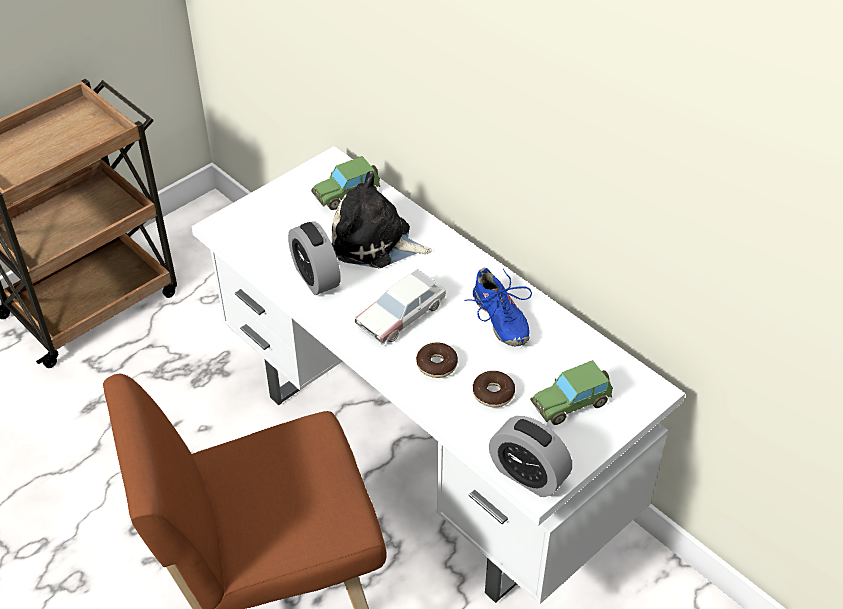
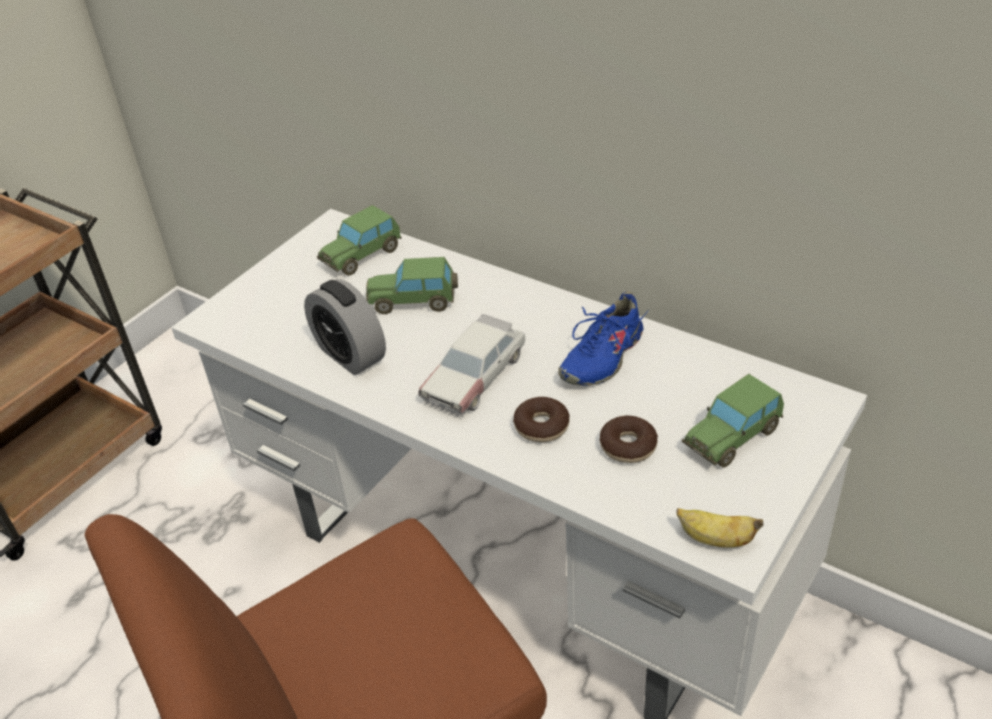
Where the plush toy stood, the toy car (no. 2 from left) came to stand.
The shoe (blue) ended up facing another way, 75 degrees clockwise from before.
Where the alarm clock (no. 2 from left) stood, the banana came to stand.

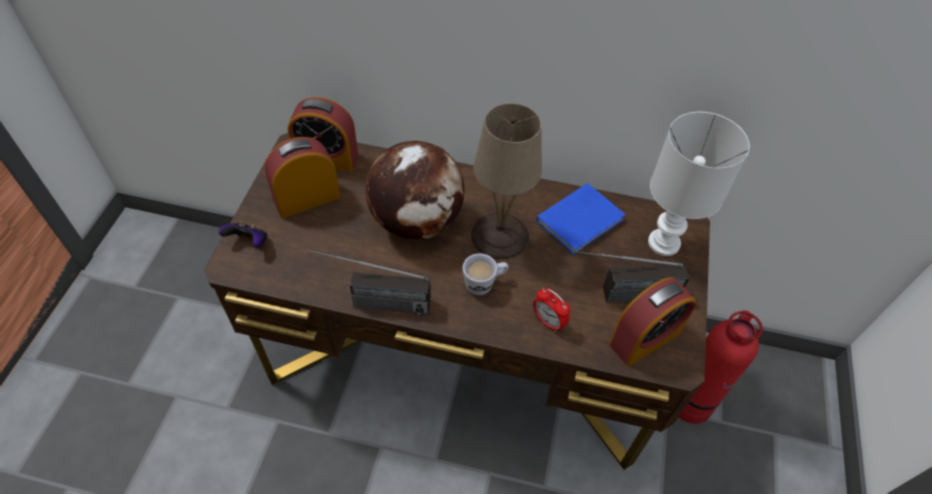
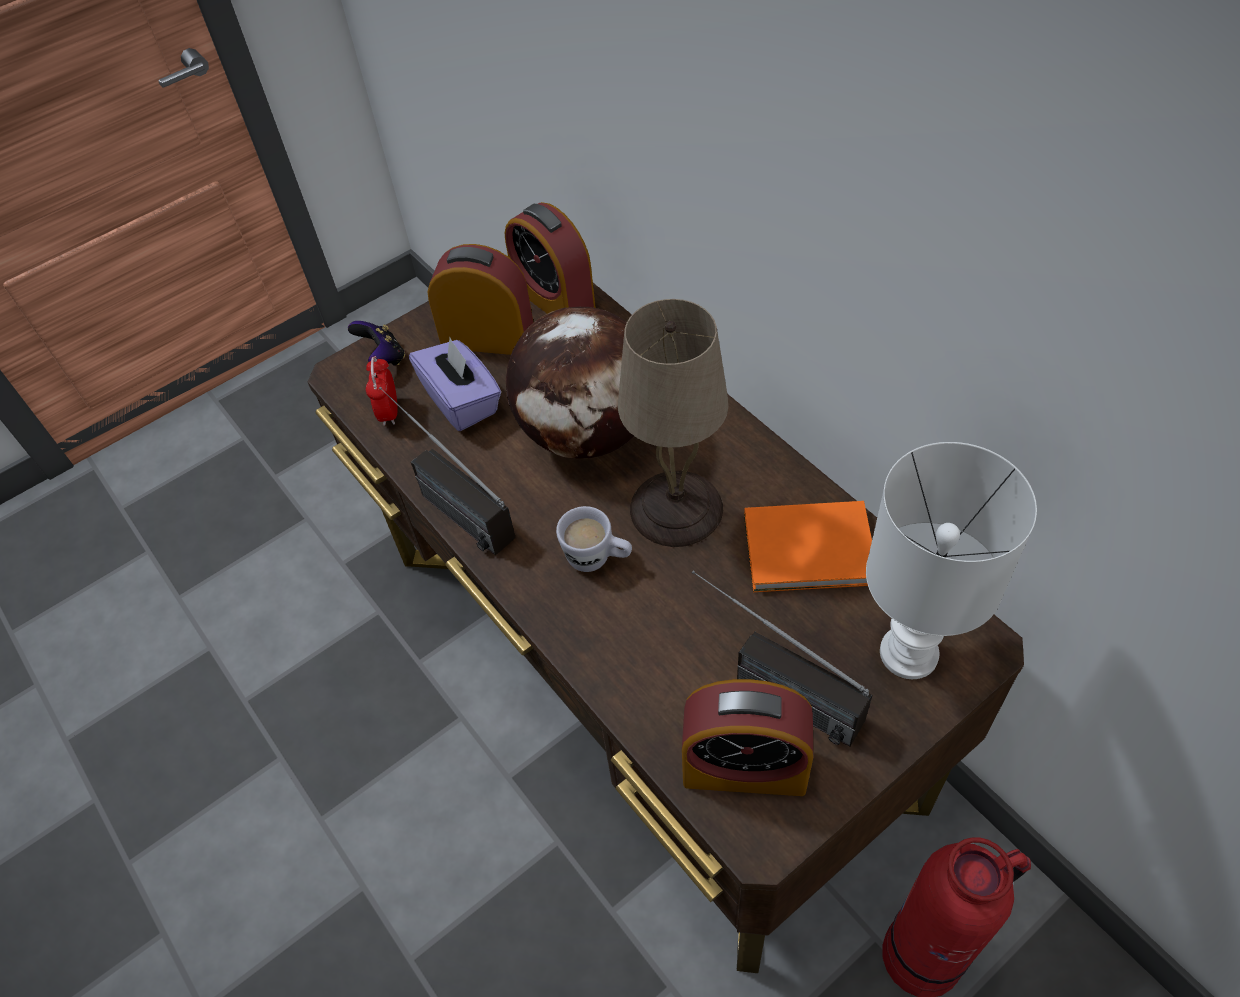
The alarm clock (no. 3 from left in the first image) ended up elsewhere.
The second view gained the tissue box (purple).
What was the book (blue) turned into the book (orange).

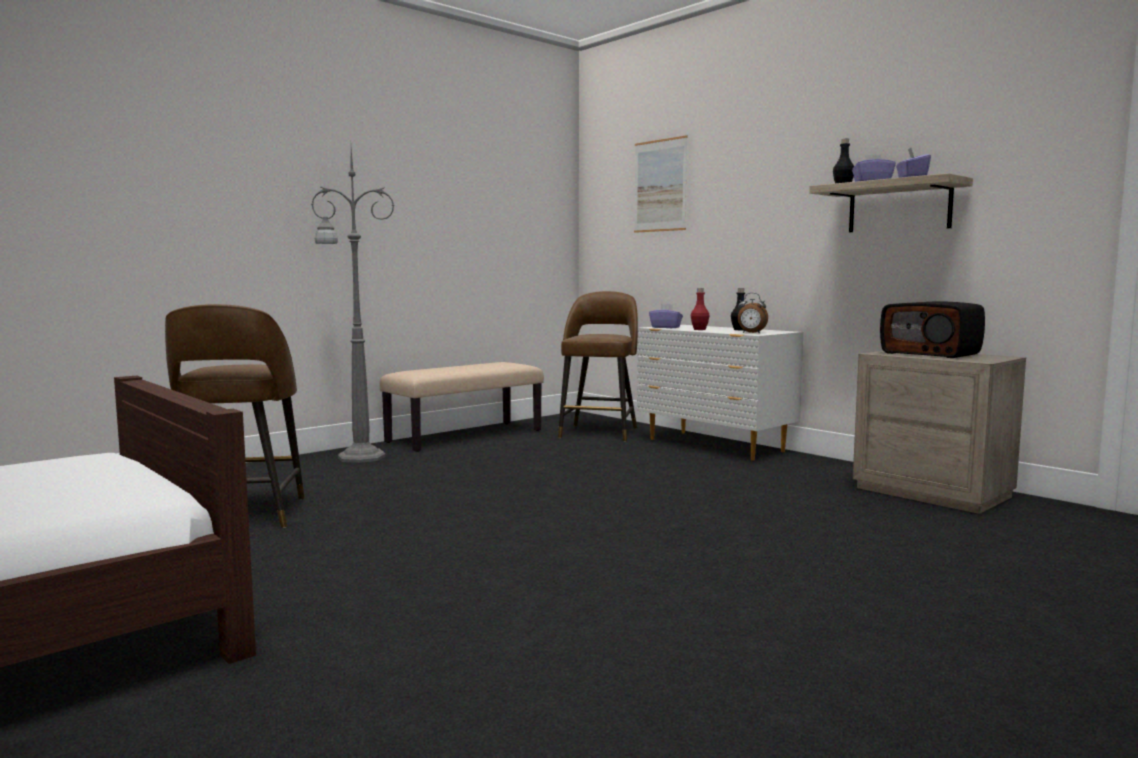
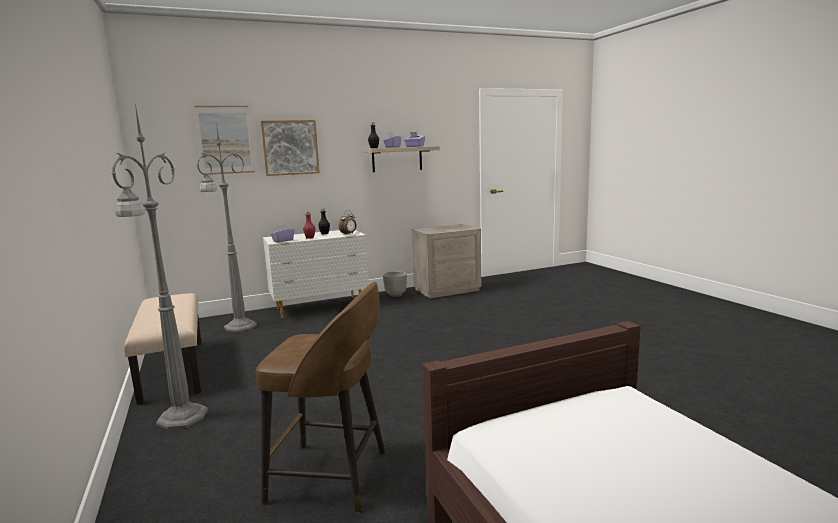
Where the stool (brown) (no. 2 from left) stood, the floor lamp (grey) (no. 2 from left) came to stand.
The second view gained the picture (no. 2 from left).
The second view gained the planter.
The second view lost the radio.

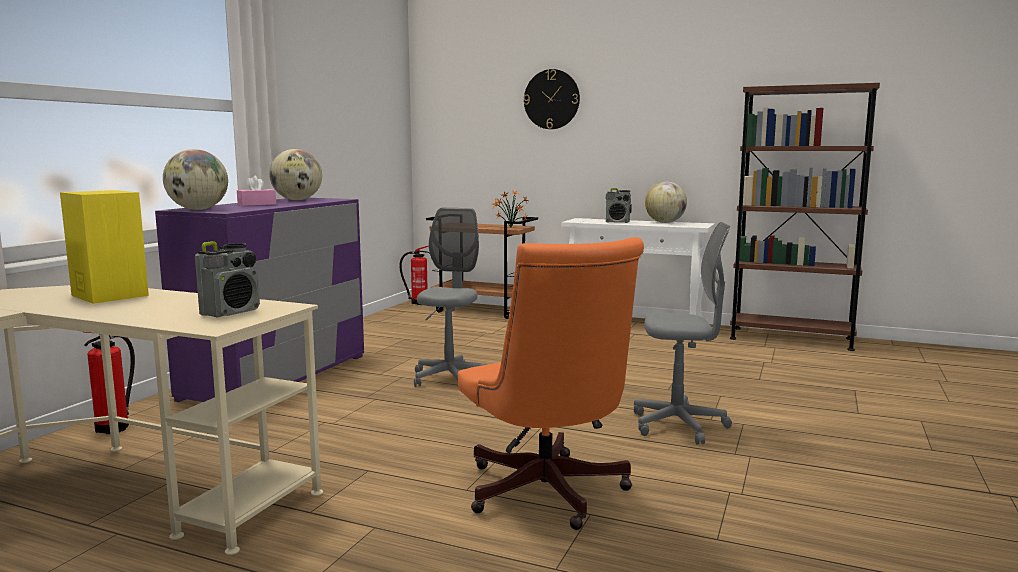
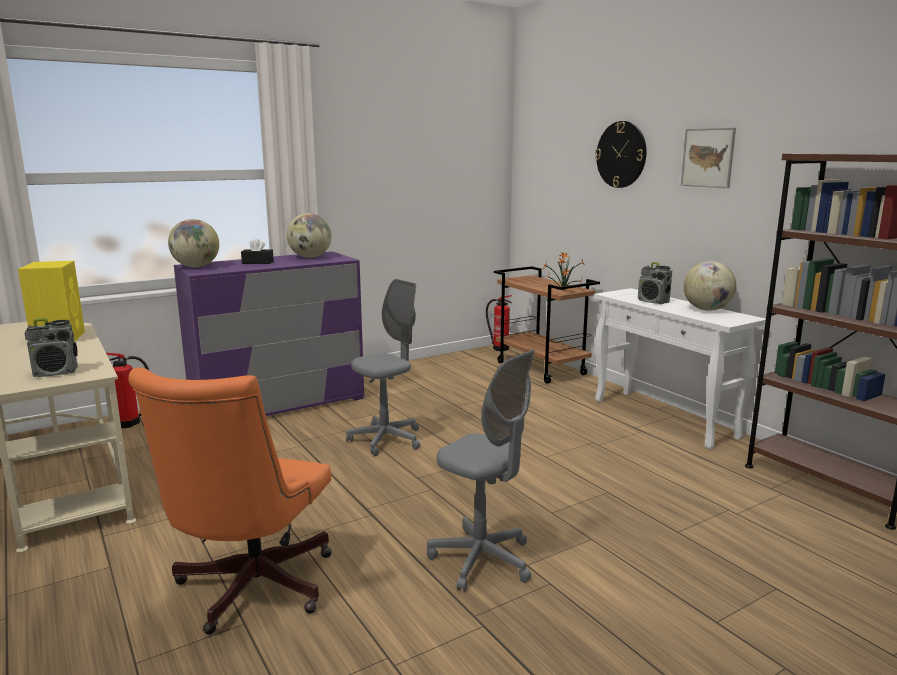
What was the tissue box (pink) turned into the tissue box (black).
The second view gained the picture.

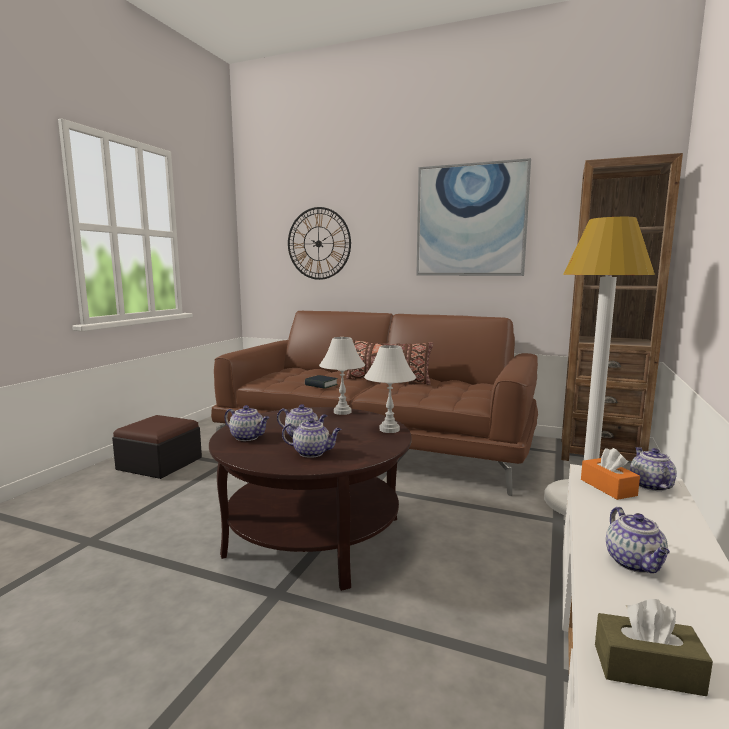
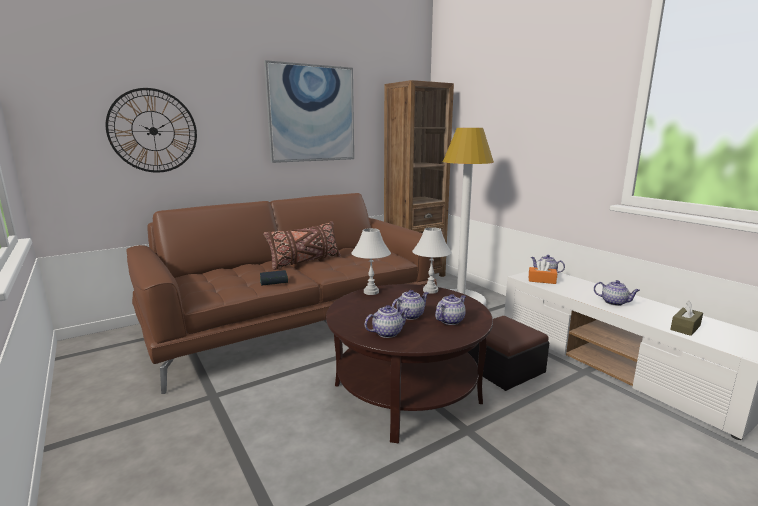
The ottoman ended up elsewhere.

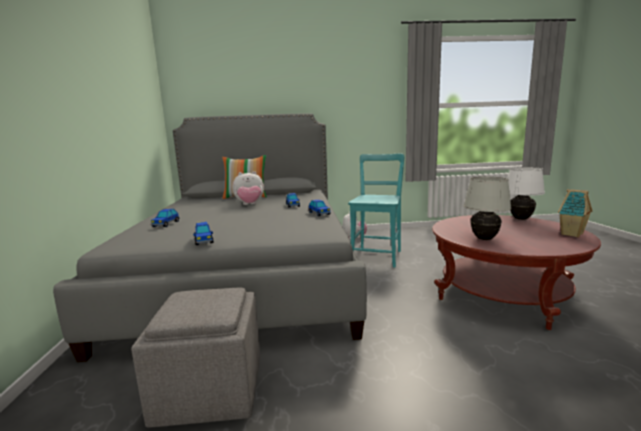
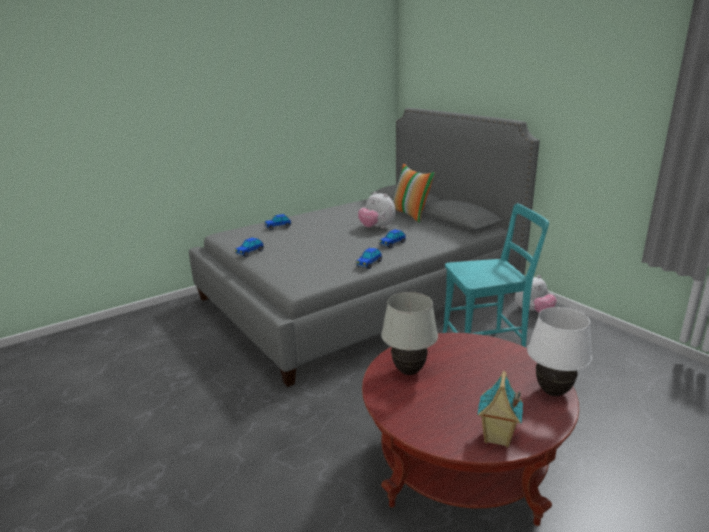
The second view lost the ottoman (grey).

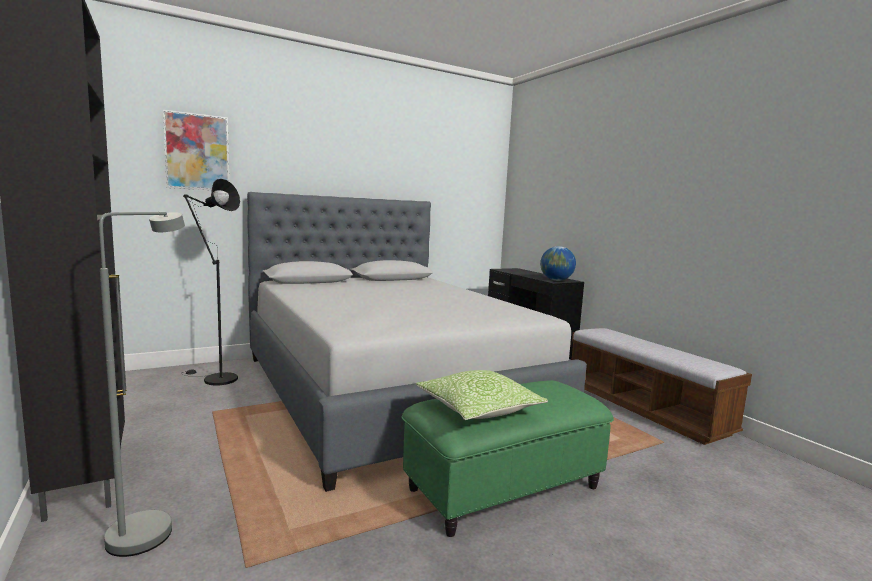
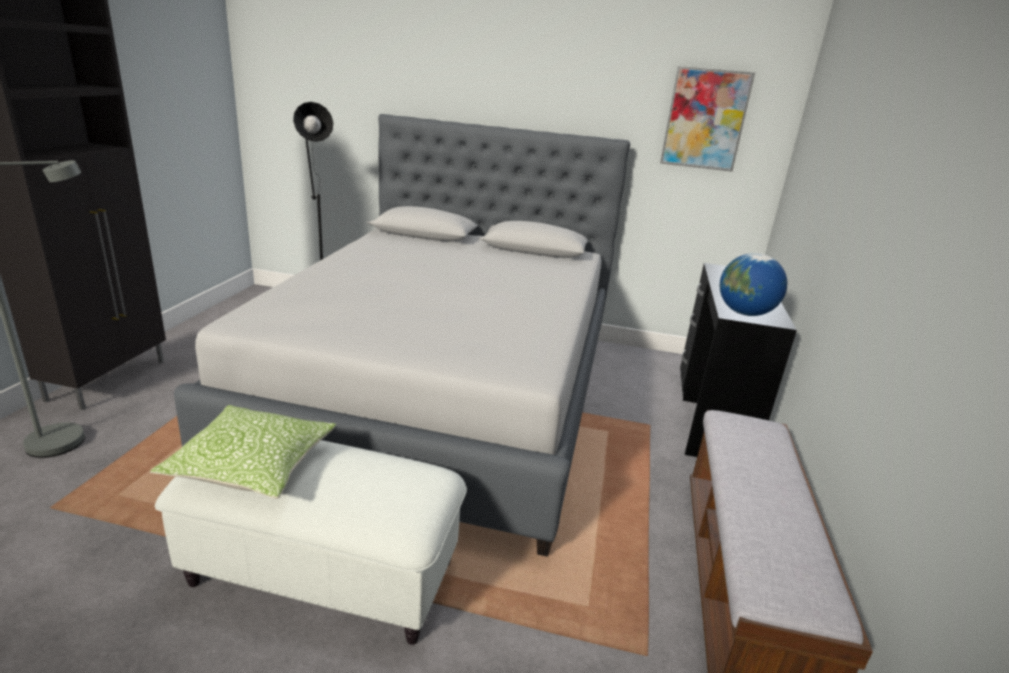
What was the ottoman (green) turned into the ottoman (white).
The picture ended up elsewhere.

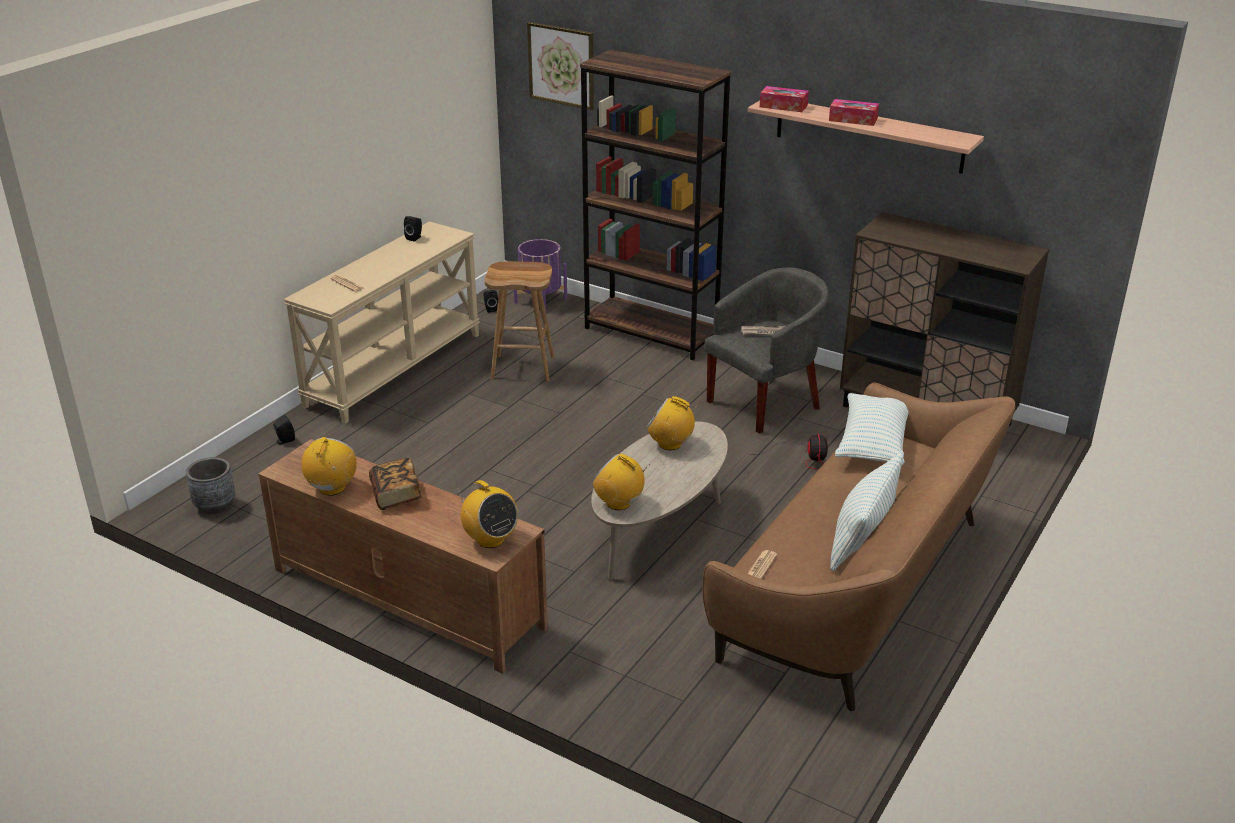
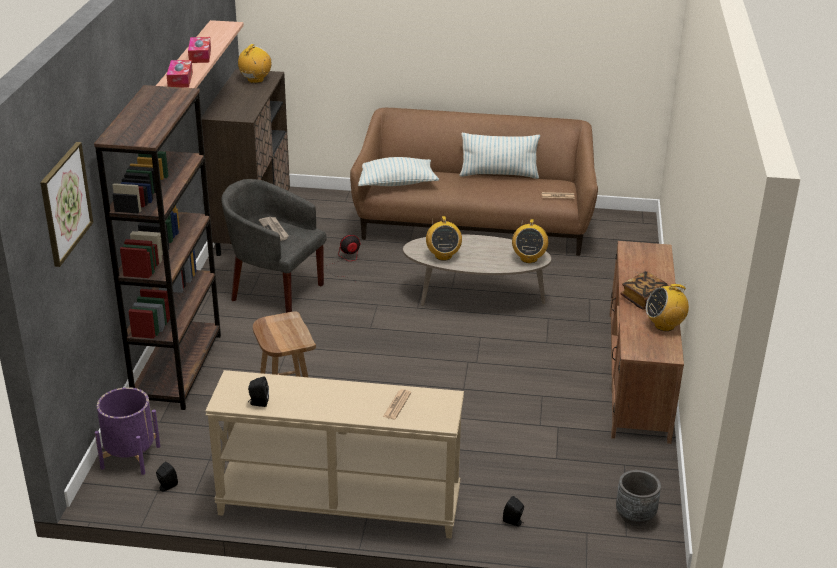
The radio (no. 2 from left in the first image) ended up elsewhere.

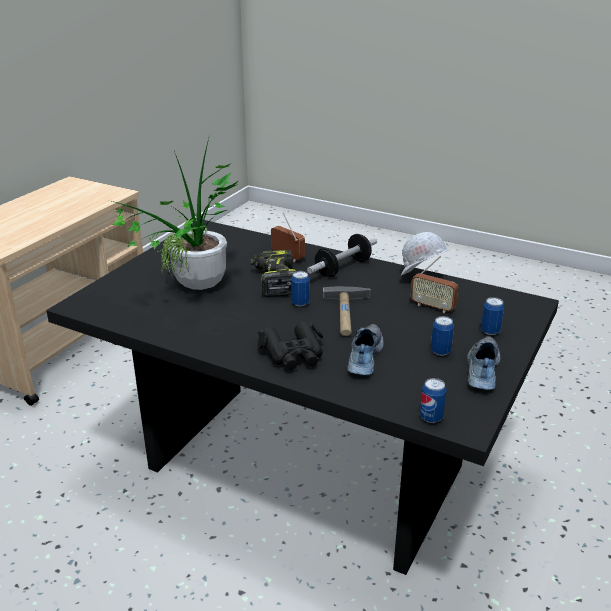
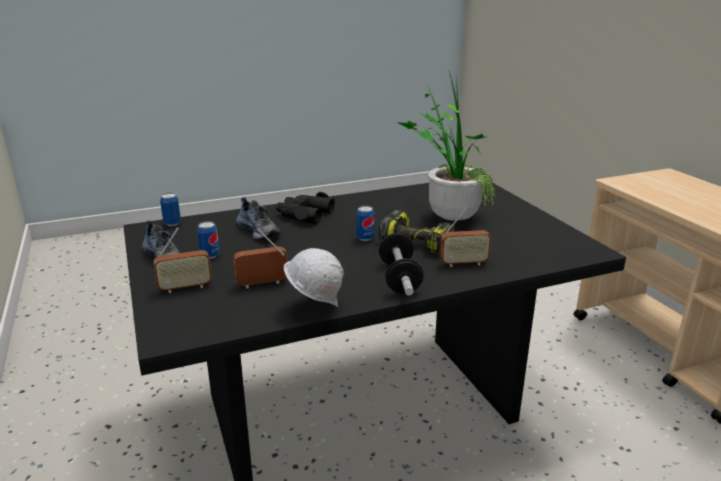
Where the can (no. 4 from left) stood, the radio (no. 1 from left) came to stand.
The second view lost the hammer.

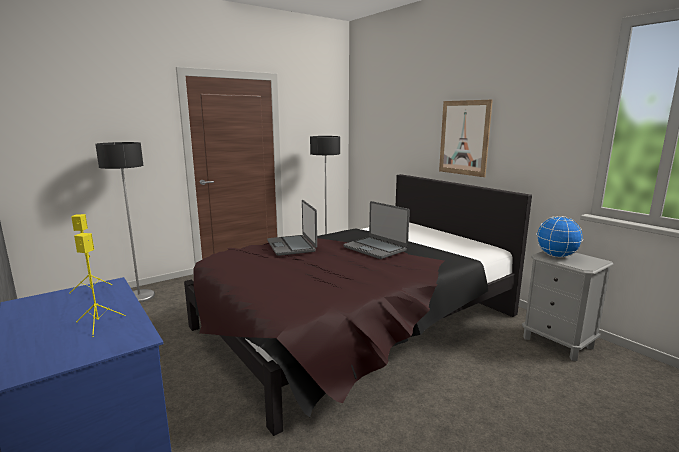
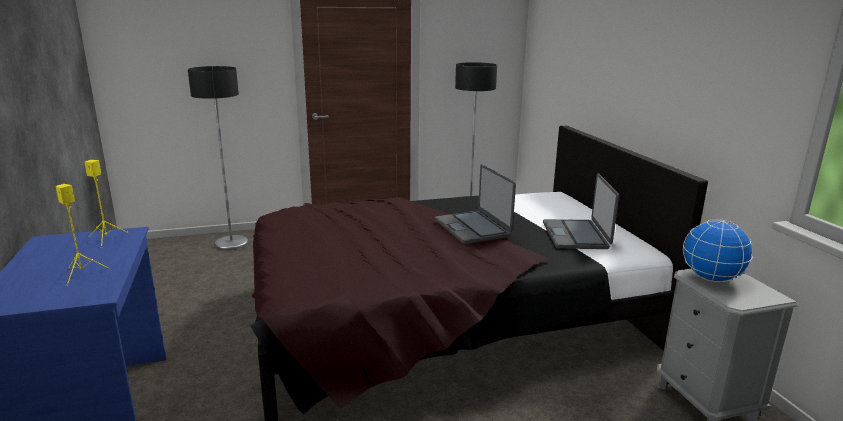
The laptop (no. 1 from left in the first image) ended up elsewhere.
The second view lost the picture.

